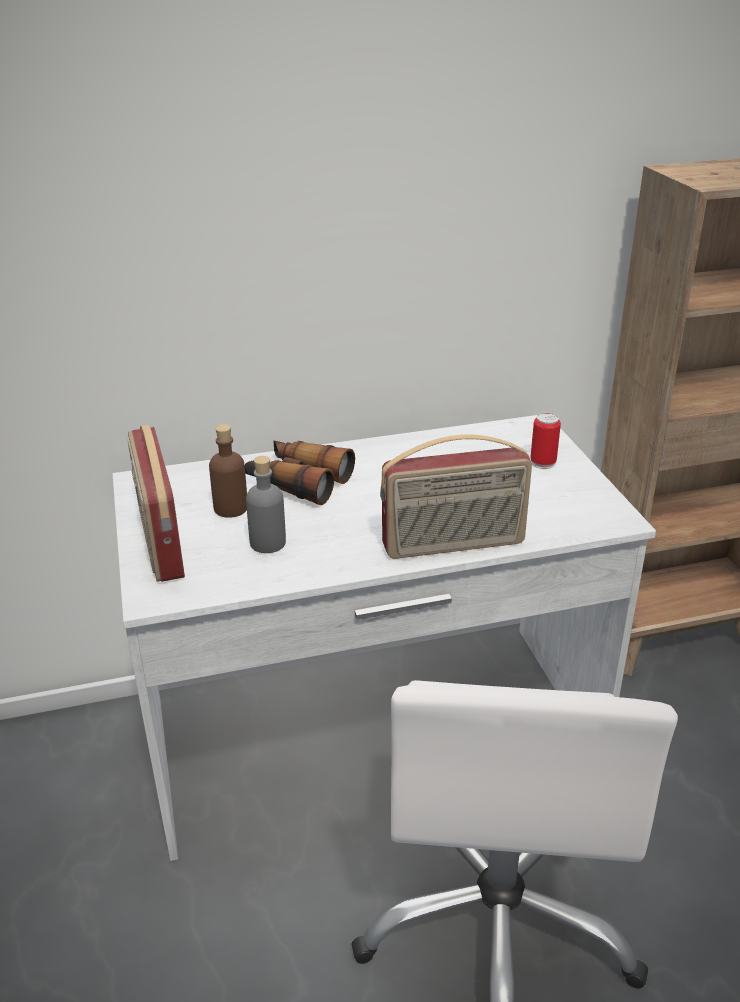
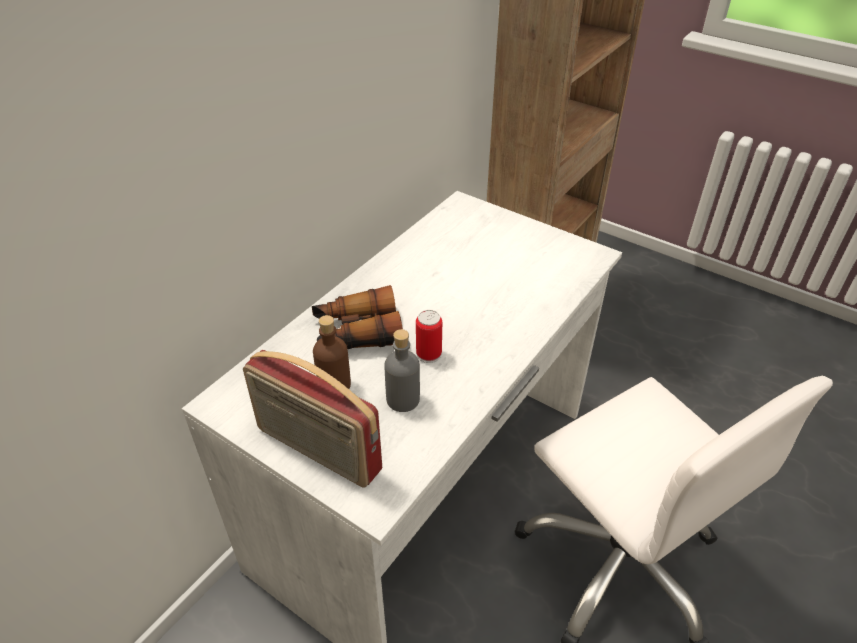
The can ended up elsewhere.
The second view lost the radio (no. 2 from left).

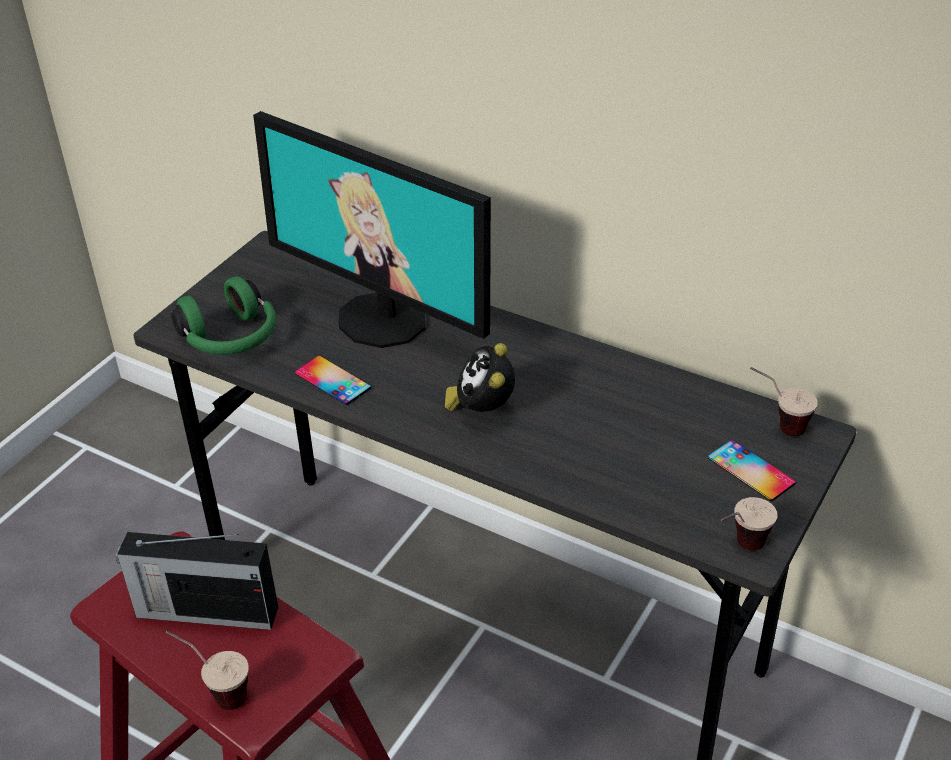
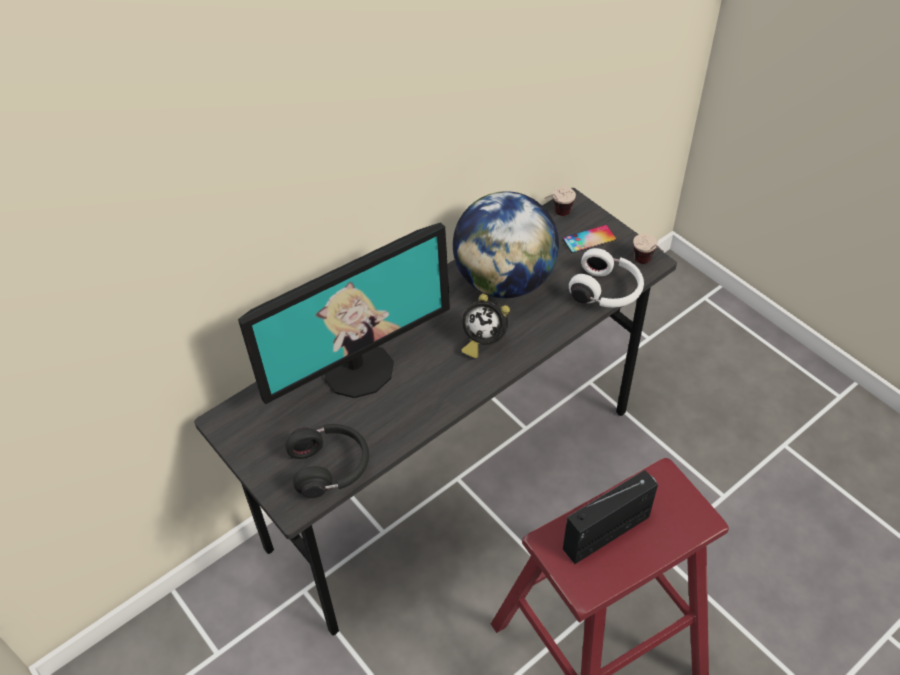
What was the headphones (green) turned into the headphones (black).
The second view gained the globe.
The radio ended up facing another way, 150 degrees counterclockwise from before.
The second view gained the headphones (white).
The second view lost the cup (no. 1 from left).
The second view lost the phone (no. 1 from left).

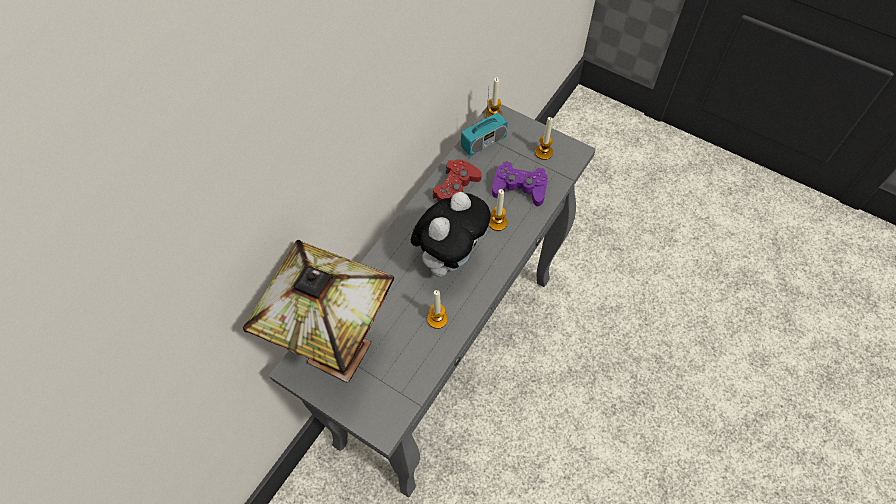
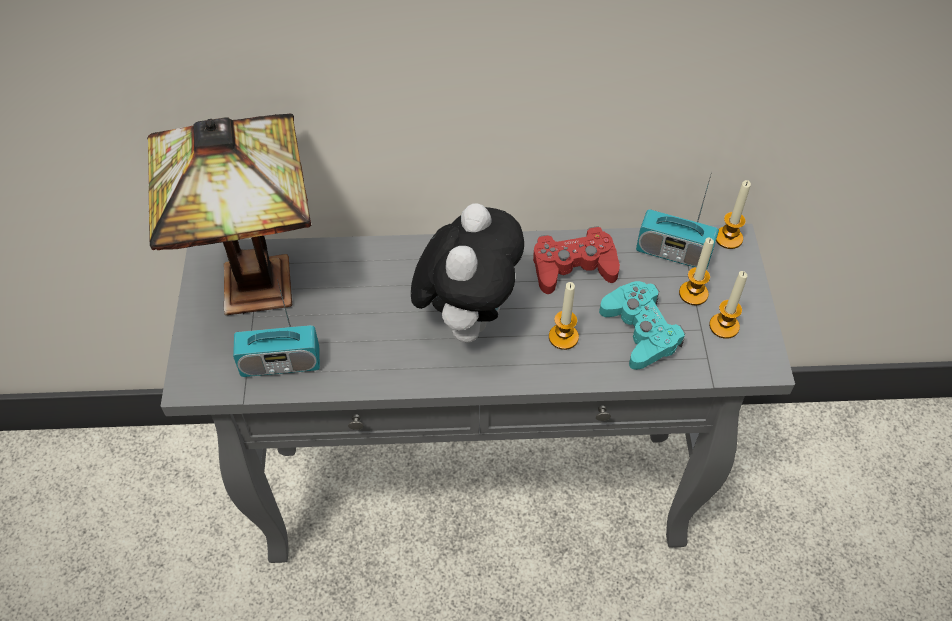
The second view gained the radio (no. 1 from left).
The plush toy ended up facing another way, 75 degrees counterclockwise from before.
What was the game controller (purple) turned into the game controller (turquoise).
The candle (no. 1 from left in the first image) ended up elsewhere.

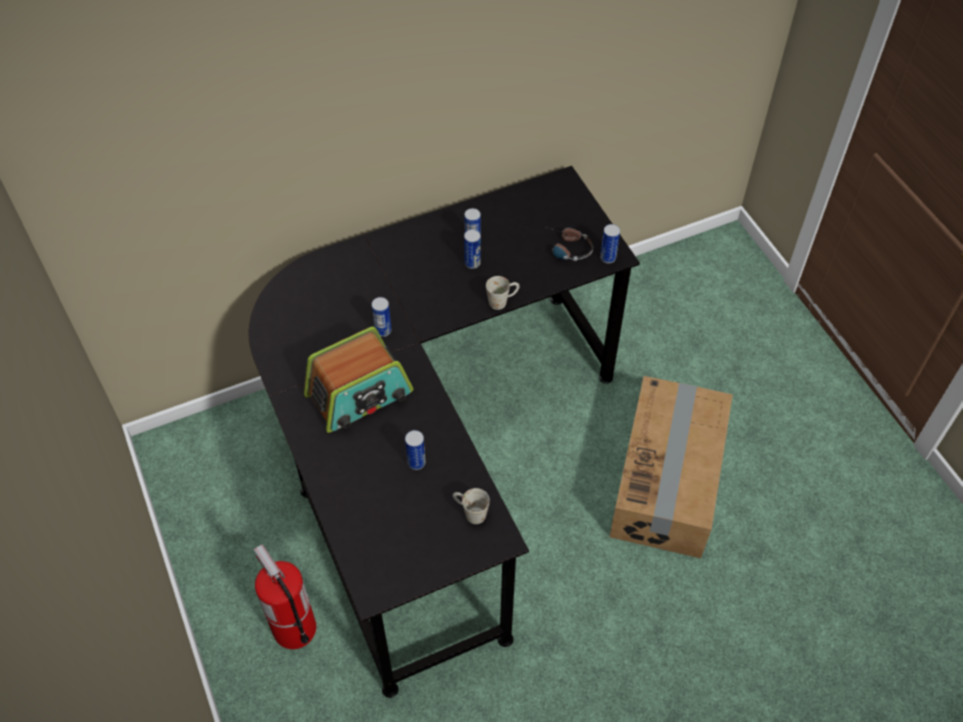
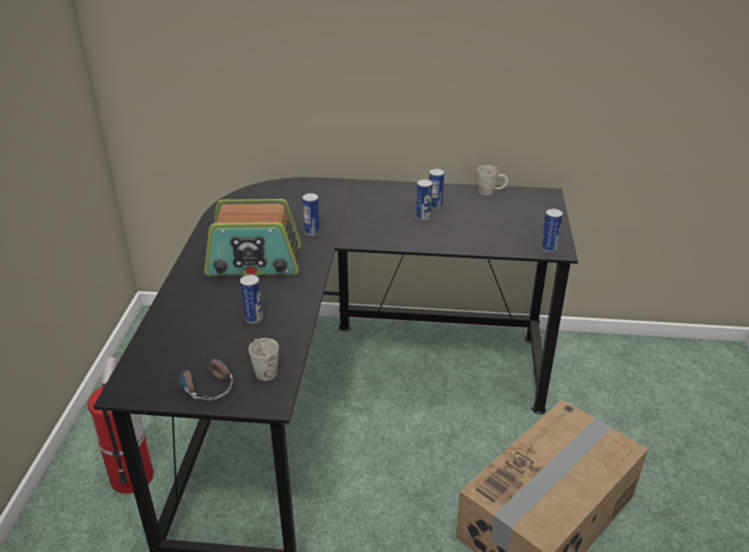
The headphones ended up elsewhere.
The mug (white) (no. 2 from left) ended up elsewhere.

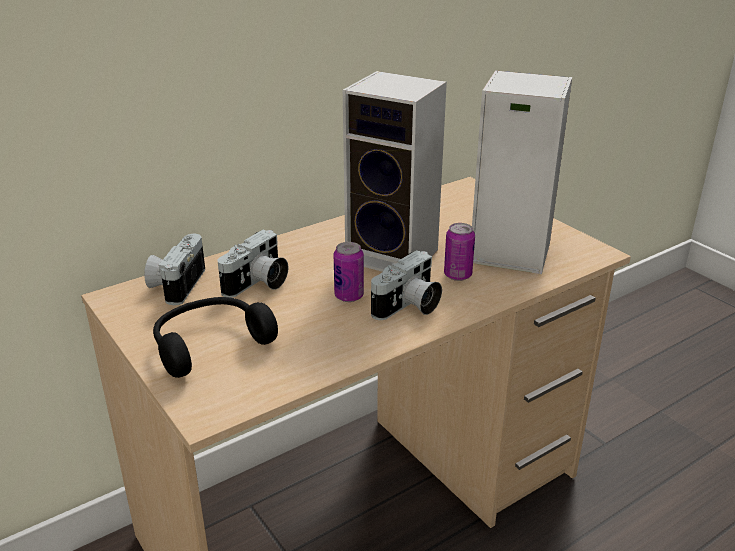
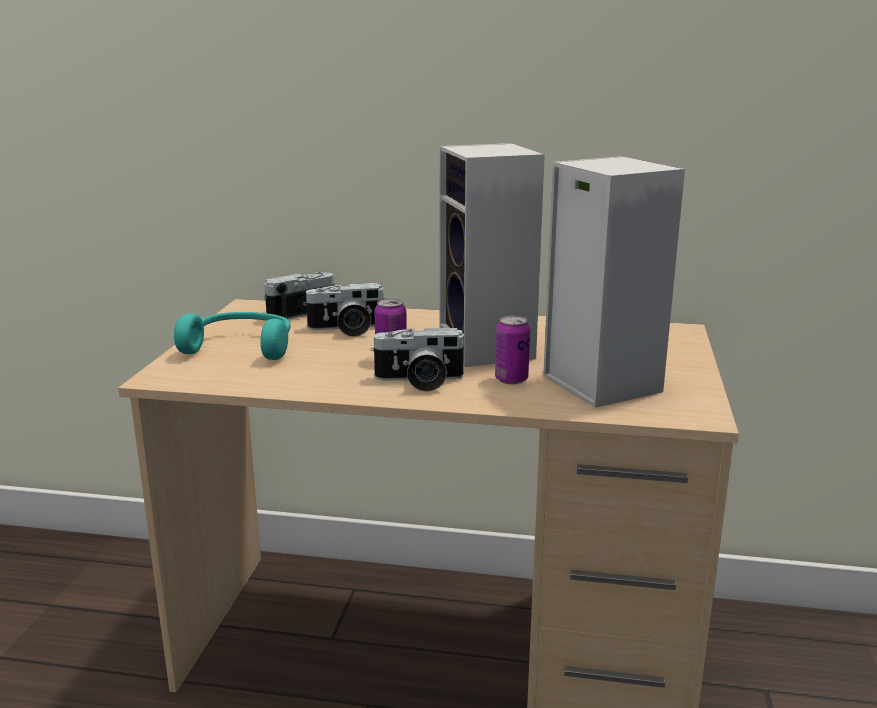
What was the headphones (black) turned into the headphones (turquoise).

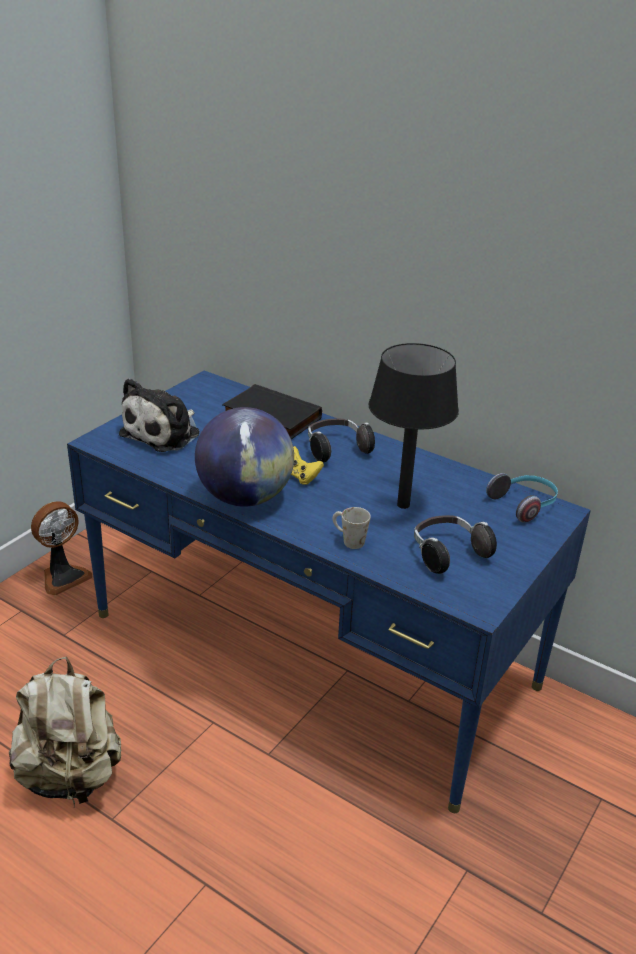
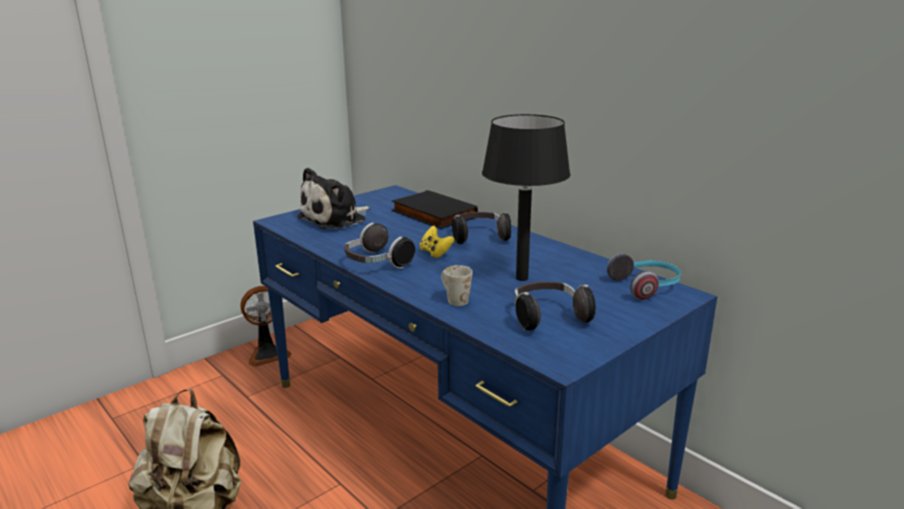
Where the globe stood, the headphones (no. 1 from left) came to stand.

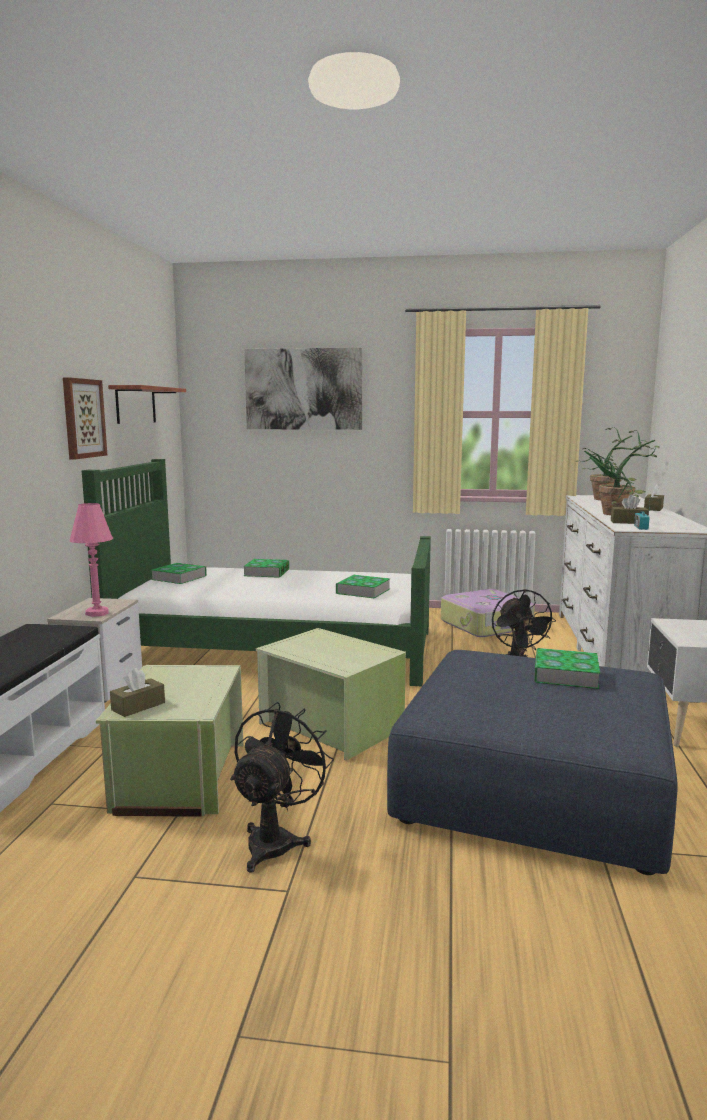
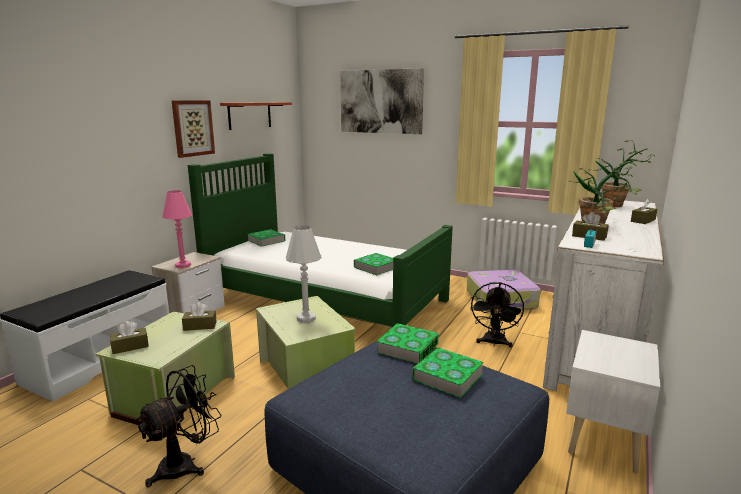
The second view gained the tissue box (brown) (no. 2 from left).
The second view gained the table lamp (white).
The book (no. 2 from left in the first image) ended up elsewhere.

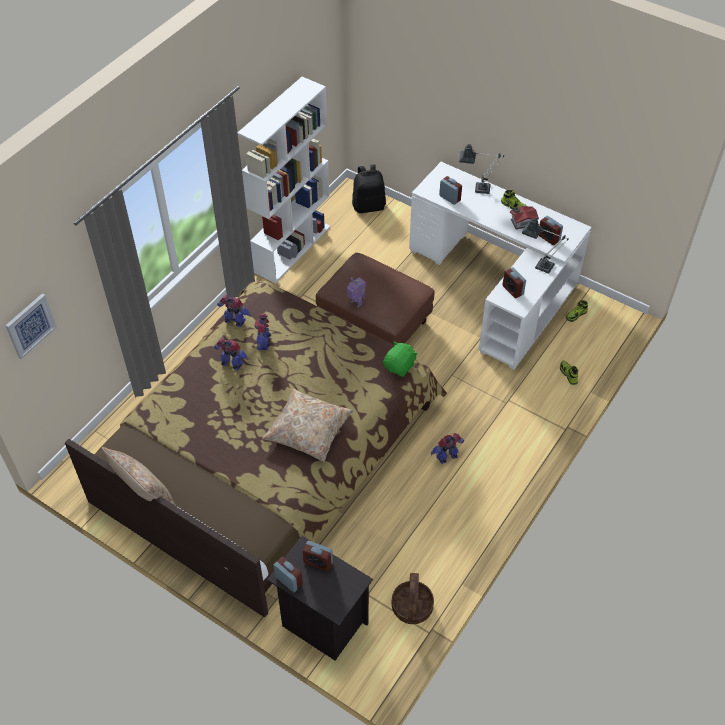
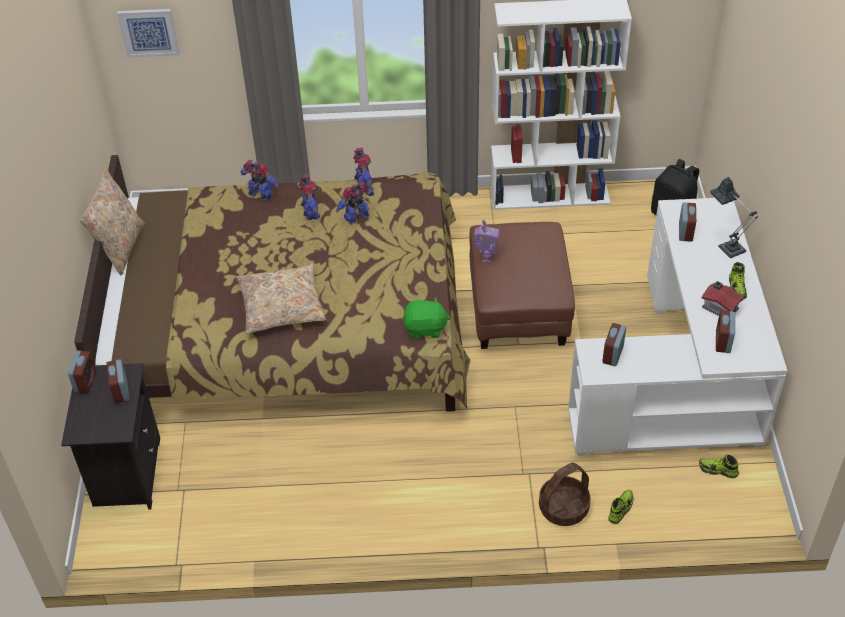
The toy robot (no. 5 from left in the first image) ended up elsewhere.
The basket ended up elsewhere.
The second view lost the table lamp (no. 2 from left).

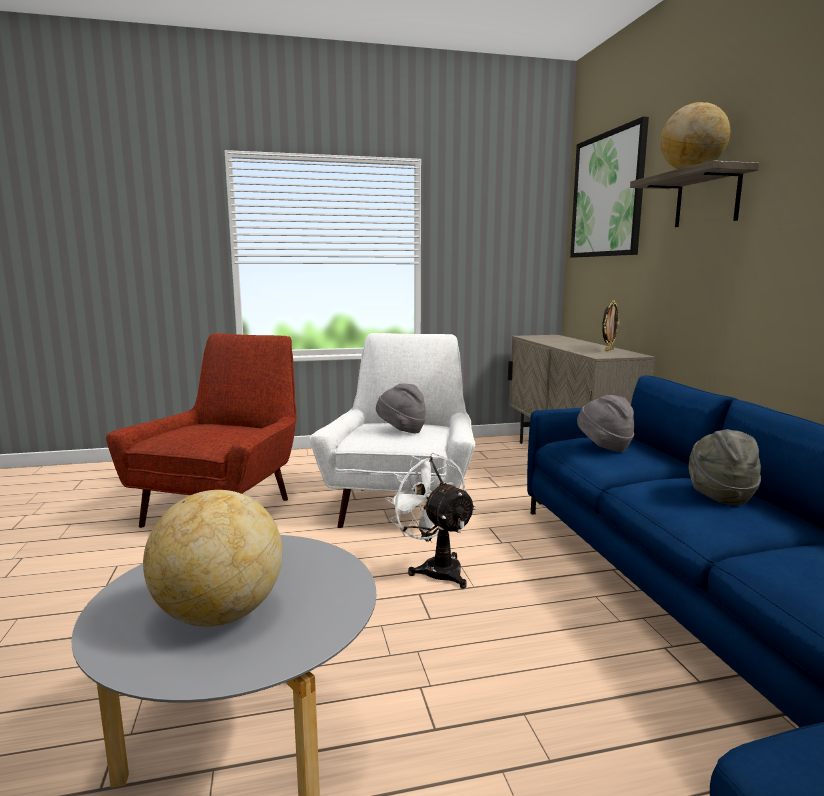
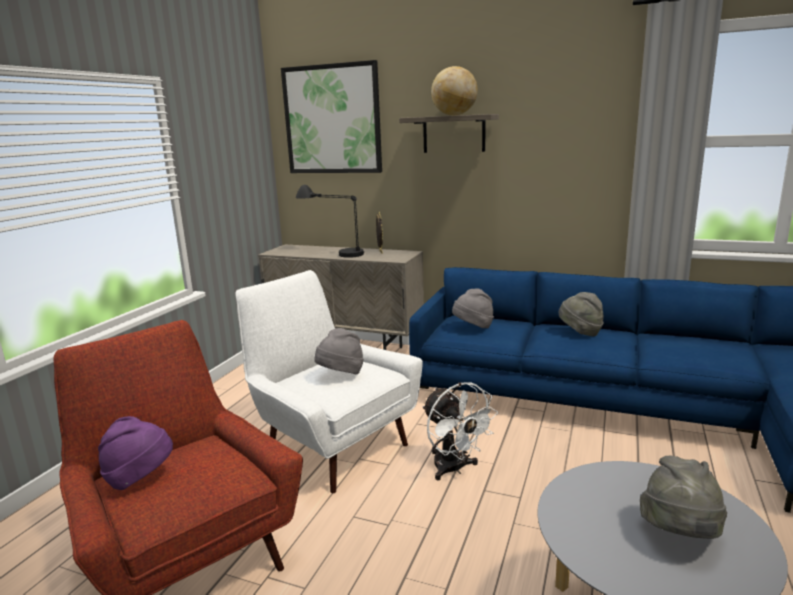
The second view gained the hat (purple).
The second view gained the table lamp (black).
The fan (white) ended up facing another way, 120 degrees counterclockwise from before.
Where the globe (no. 1 from left) stood, the hat (grey) (no. 4 from left) came to stand.

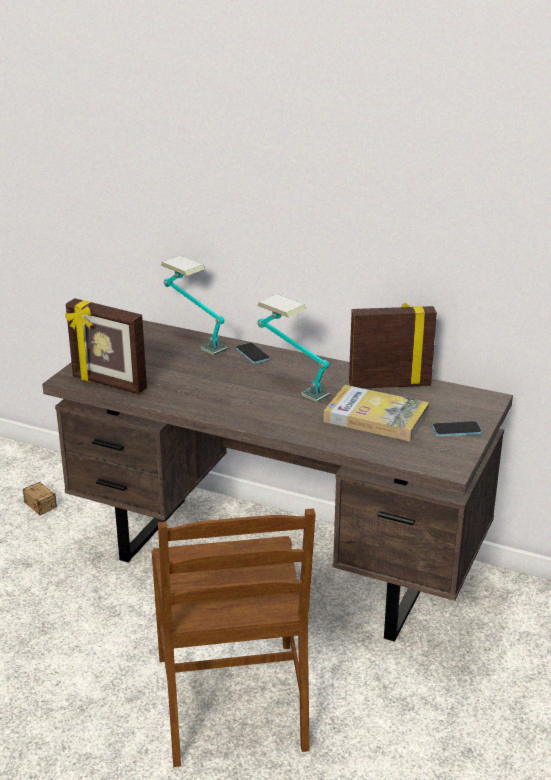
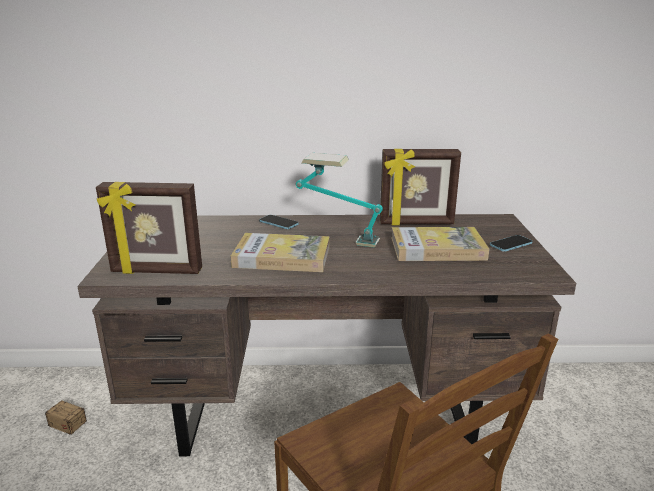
The second view gained the book (no. 1 from left).
The picture frame (no. 2 from left) ended up facing another way, 150 degrees counterclockwise from before.
The second view lost the table lamp (no. 1 from left).

